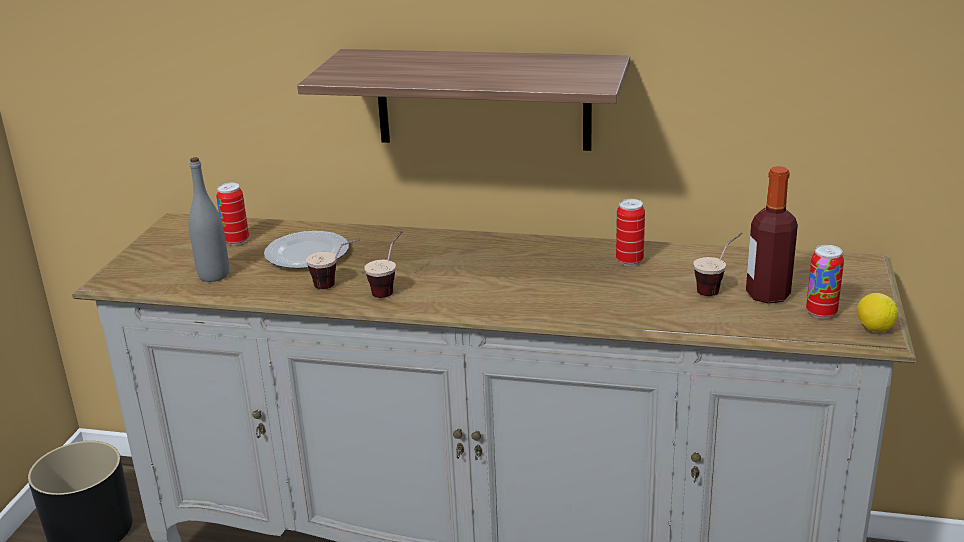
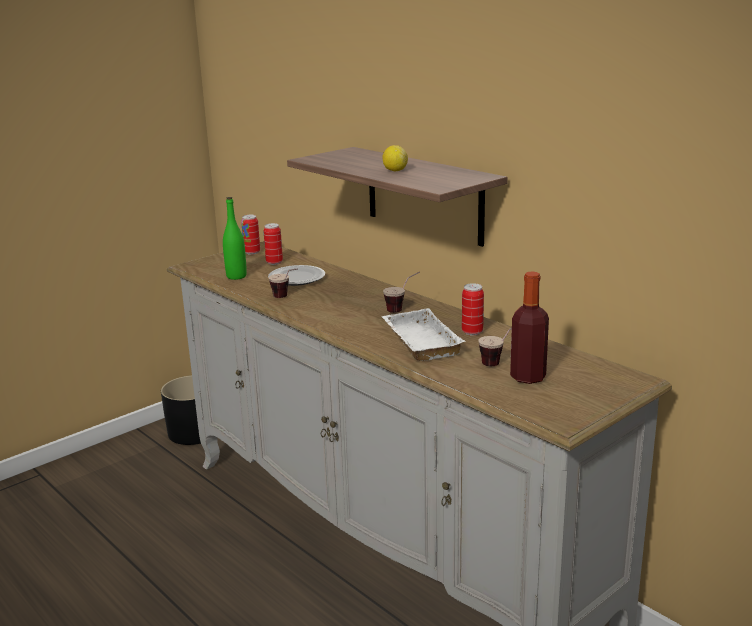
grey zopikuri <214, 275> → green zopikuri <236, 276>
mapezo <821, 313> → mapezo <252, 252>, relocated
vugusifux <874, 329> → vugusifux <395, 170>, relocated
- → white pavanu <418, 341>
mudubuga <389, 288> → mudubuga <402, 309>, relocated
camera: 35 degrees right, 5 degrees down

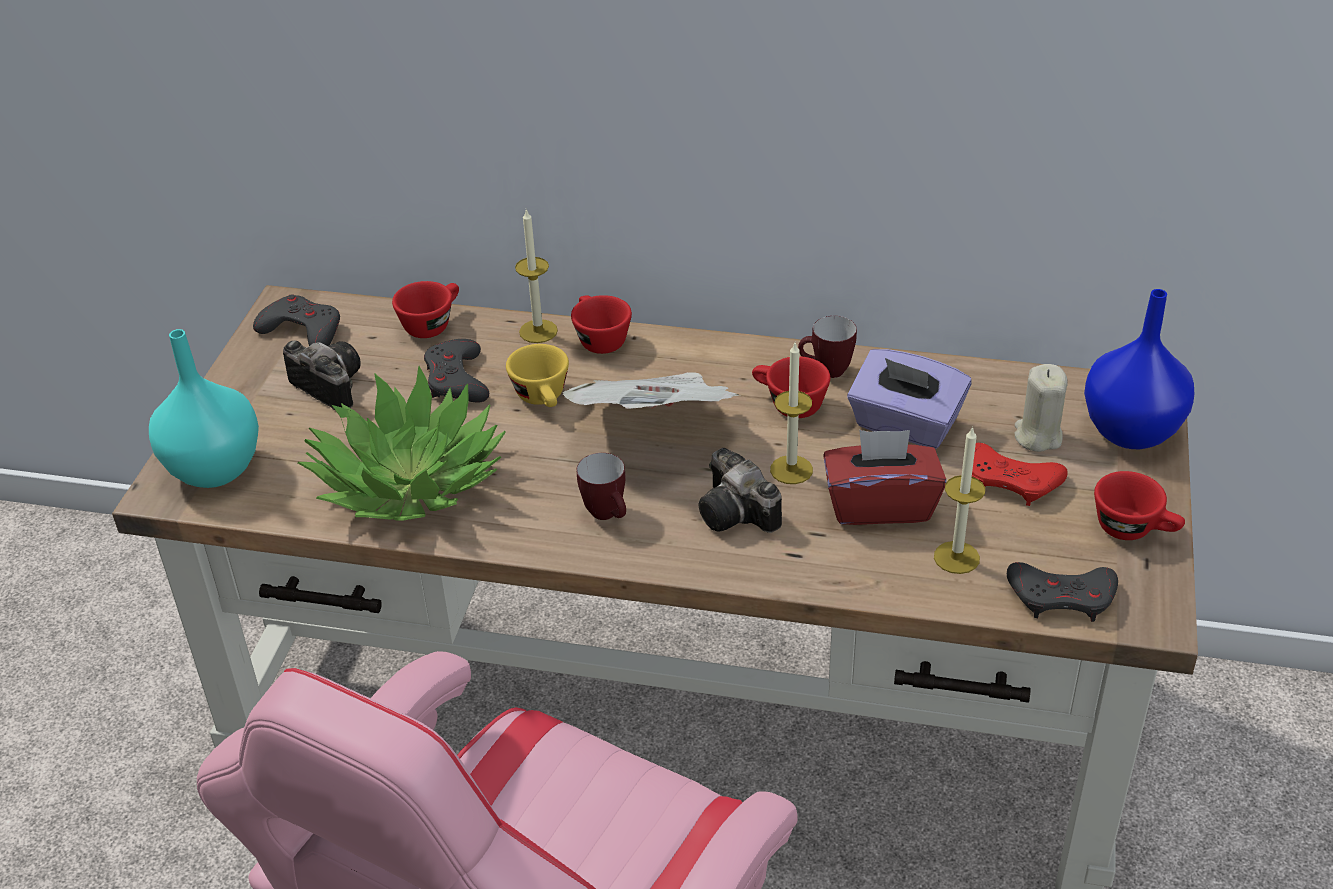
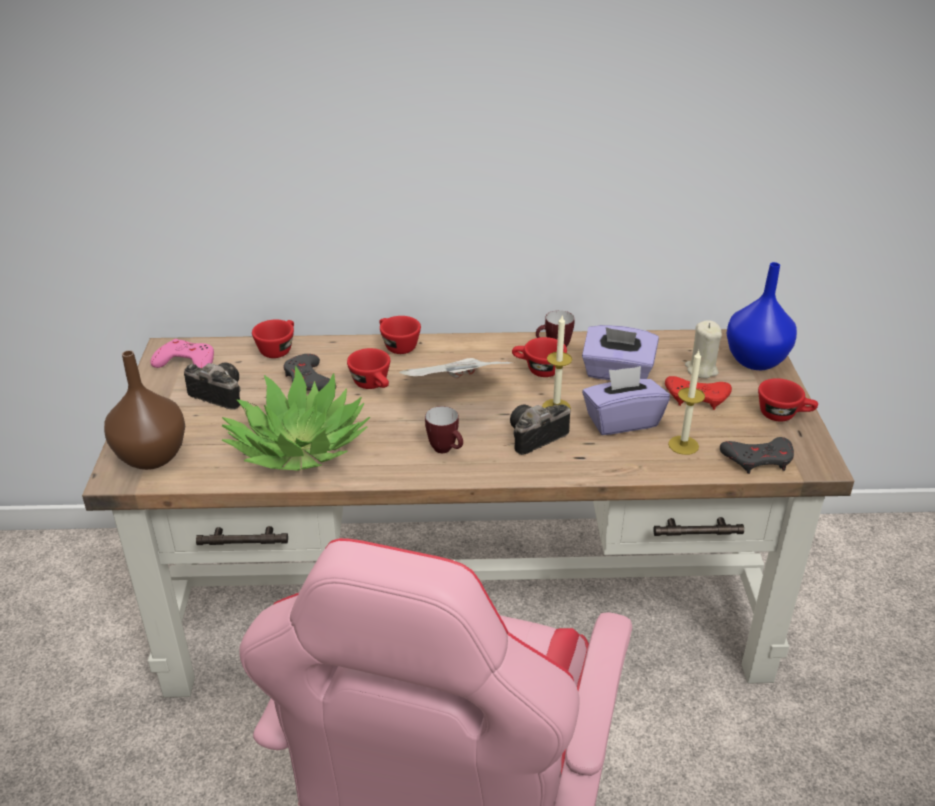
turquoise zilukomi <215, 468> → brown zilukomi <152, 456>
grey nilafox <302, 330> → pink nilafox <186, 362>
yellow mudubuga <544, 399> → red mudubuga <373, 385>
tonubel <739, 514> → tonubel <533, 438>, 105 degrees clockwise
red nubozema <880, 505> → purple nubozema <622, 421>
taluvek <538, 331> → -
camera: 15 degrees left, 5 degrees down

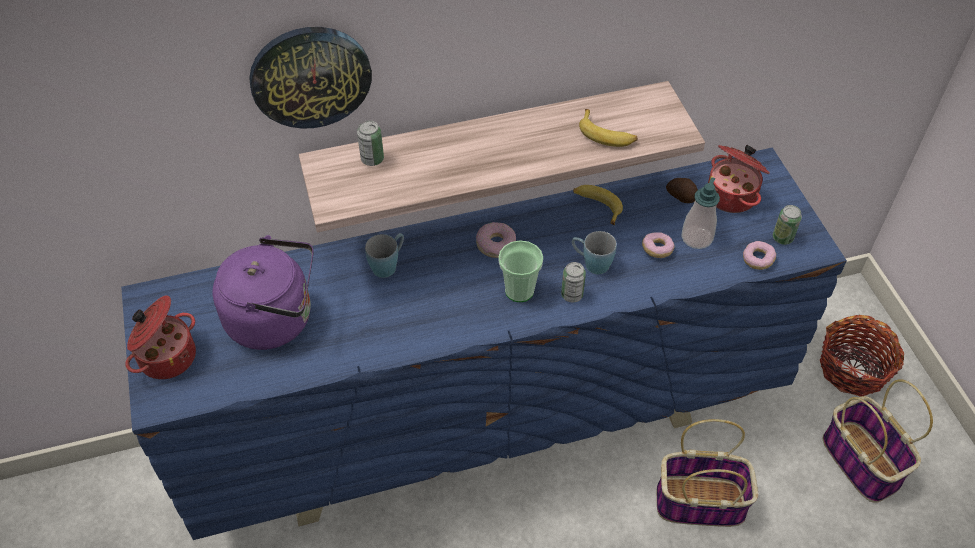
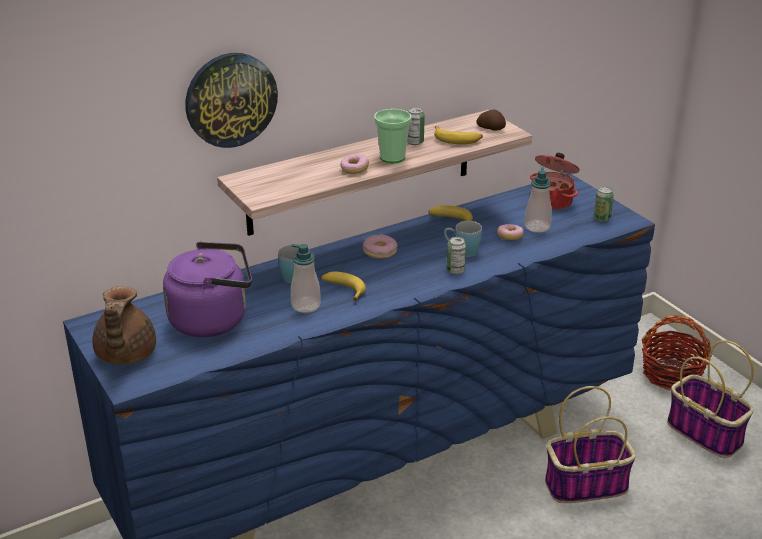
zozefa <166, 356> → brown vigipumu <125, 355>
- → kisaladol <306, 305>
- → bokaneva <343, 289>
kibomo <757, 260> → kibomo <354, 169>, relocated
mudubuga <519, 290> → mudubuga <392, 157>, relocated
mapezo <372, 159> → mapezo <414, 142>, relocated
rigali <681, 196> → rigali <491, 128>, relocated
camera: 15 degrees left, 20 degrees down

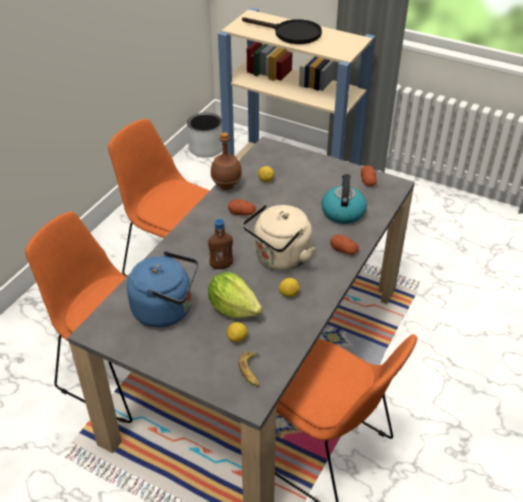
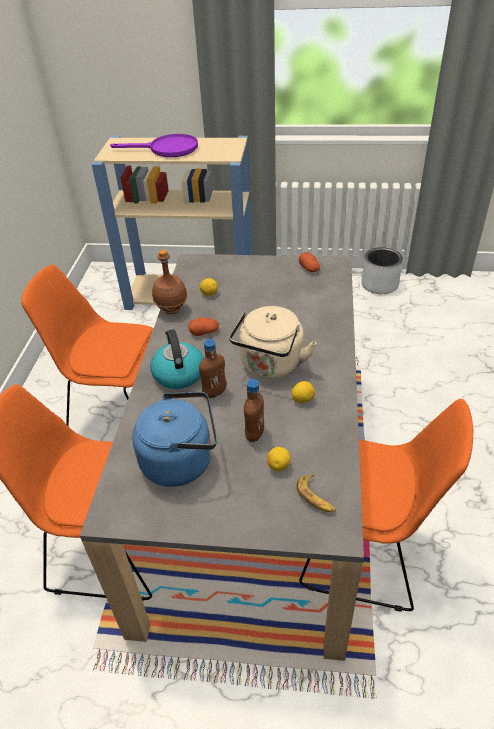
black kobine <291, 34> → purple kobine <167, 149>
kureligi <342, 212> → kureligi <178, 373>, relocated
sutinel <233, 308> → brown zopikuri <254, 434>
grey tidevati <206, 148> → grey tidevati <379, 285>, relocated
rigali <344, 250> → -
camera: 20 degrees left, 0 degrees up

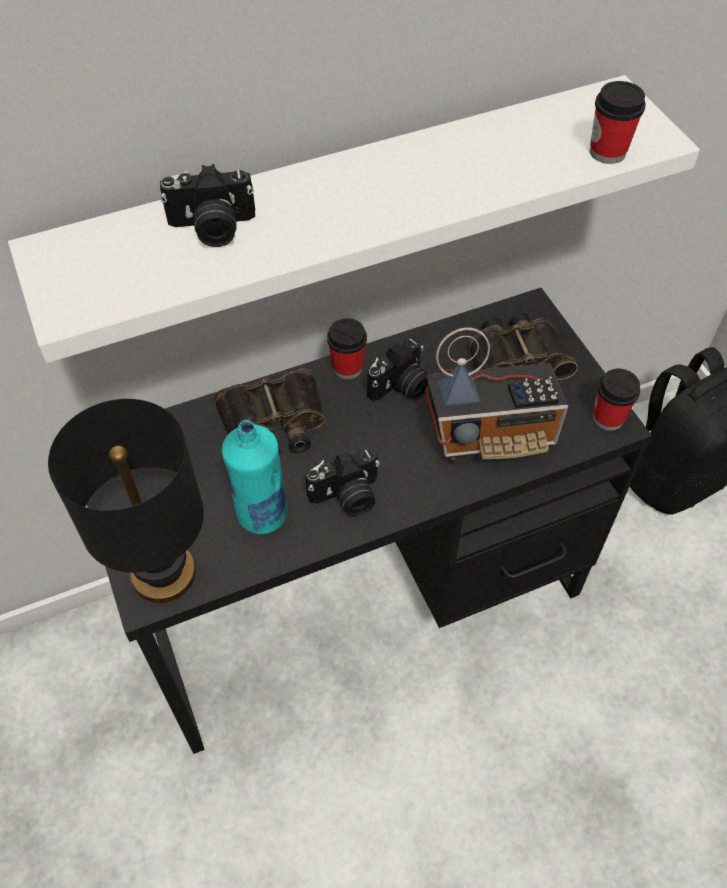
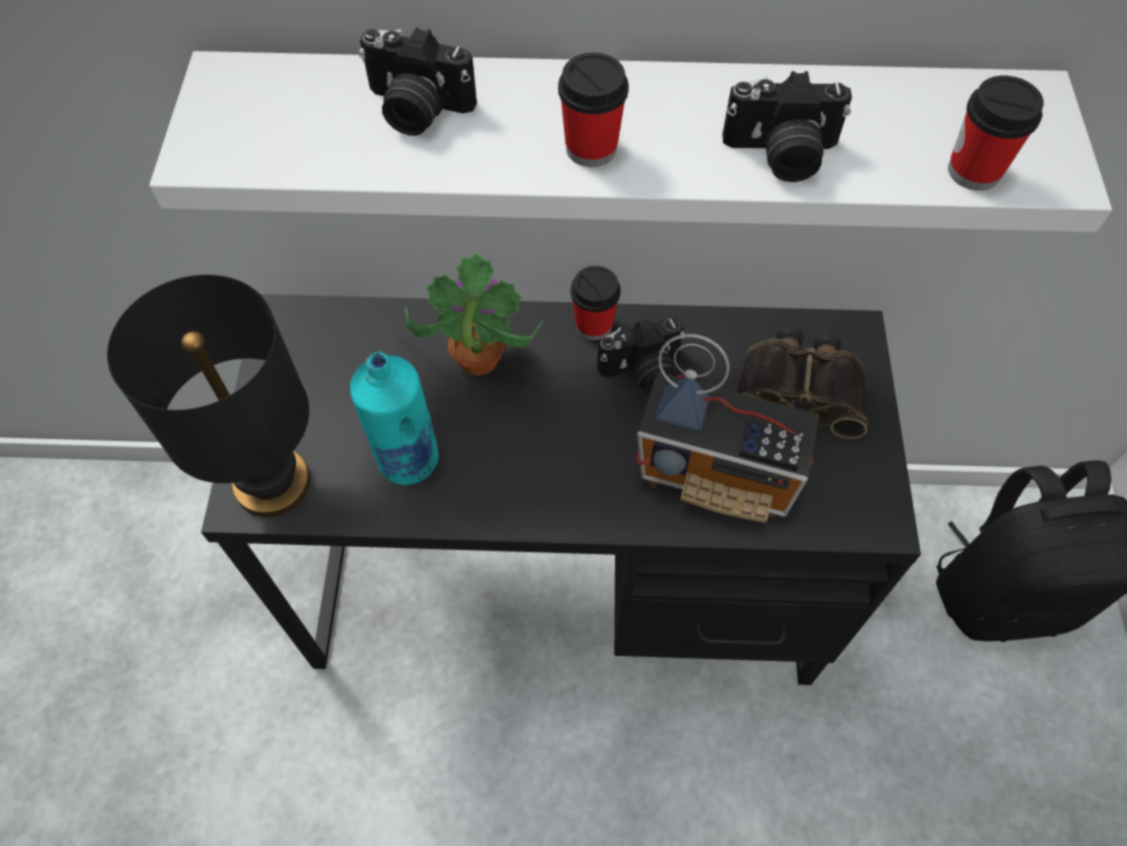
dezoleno <273, 423> → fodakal <476, 359>
mudubuga <608, 418> → mudubuga <591, 148>, relocated
tonubel <347, 497> → tonubel <780, 155>, relocated
camera: 25 degrees right, 5 degrees up

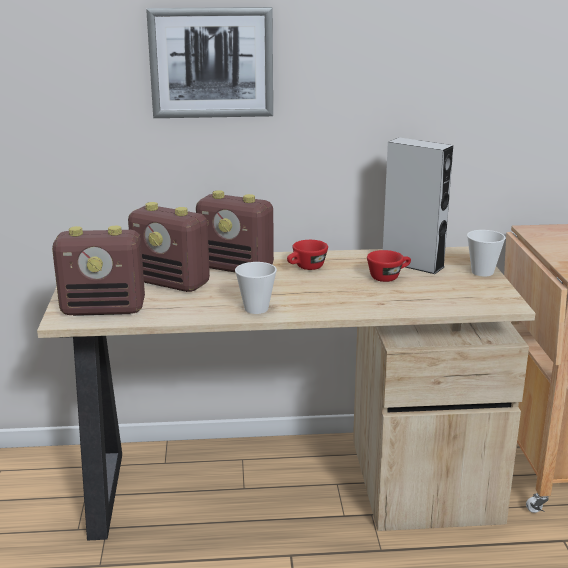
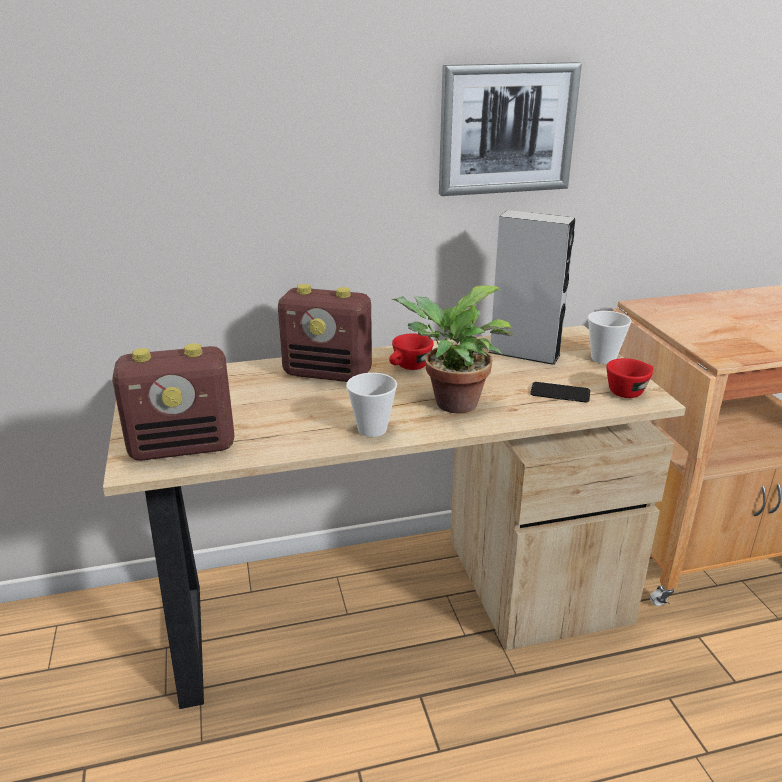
- → fodakal <450, 404>
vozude <211, 62> → vozude <506, 129>, relocated
- → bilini <560, 393>
red mudubuga <388, 277> → red mudubuga <629, 390>, relocated
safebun <172, 283> → -
camera: 10 degrees left, 5 degrees up

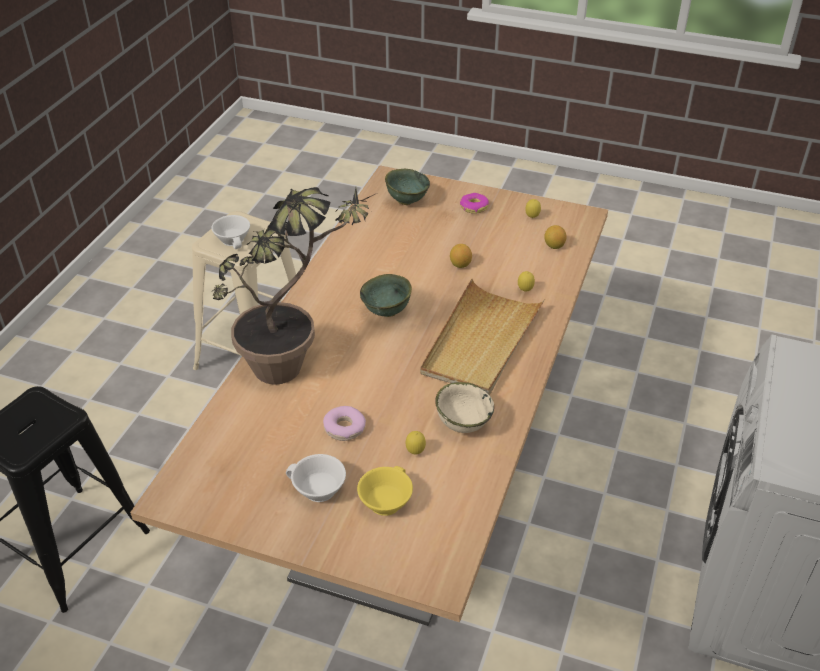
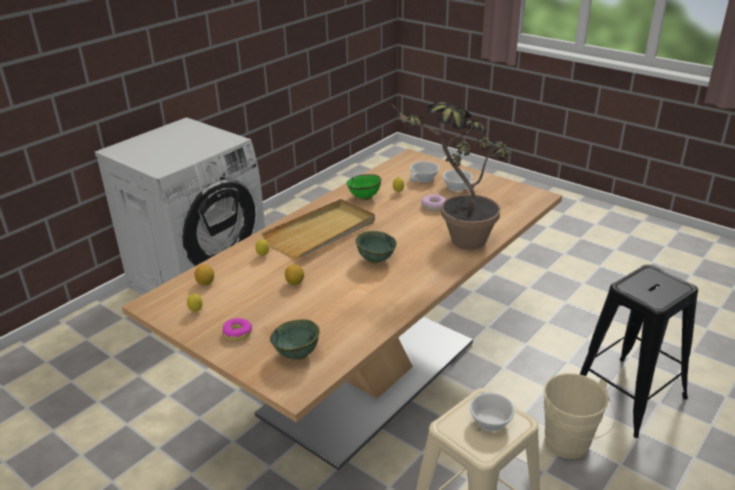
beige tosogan <462, 424> → green tosogan <364, 198>
yellow mudubuga <384, 500> → white mudubuga <424, 179>
- → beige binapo <570, 446>
camera: 160 degrees left, 10 degrees down

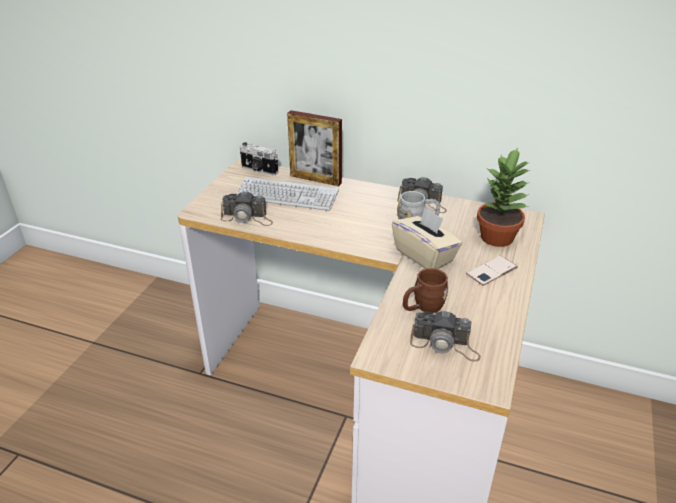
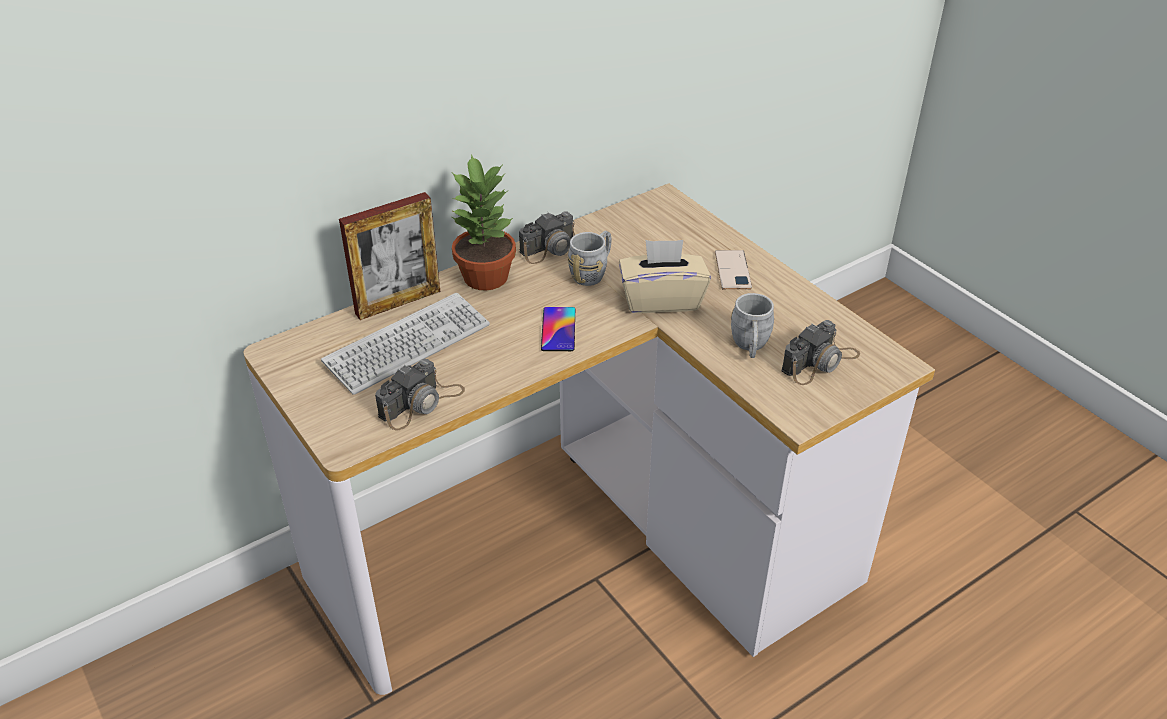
fodakal <498, 237> → fodakal <487, 276>, relocated
- → bilini <558, 329>
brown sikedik <423, 307> → grey sikedik <750, 347>
tonubel <259, 170> → -
camera: 55 degrees left, 5 degrees up

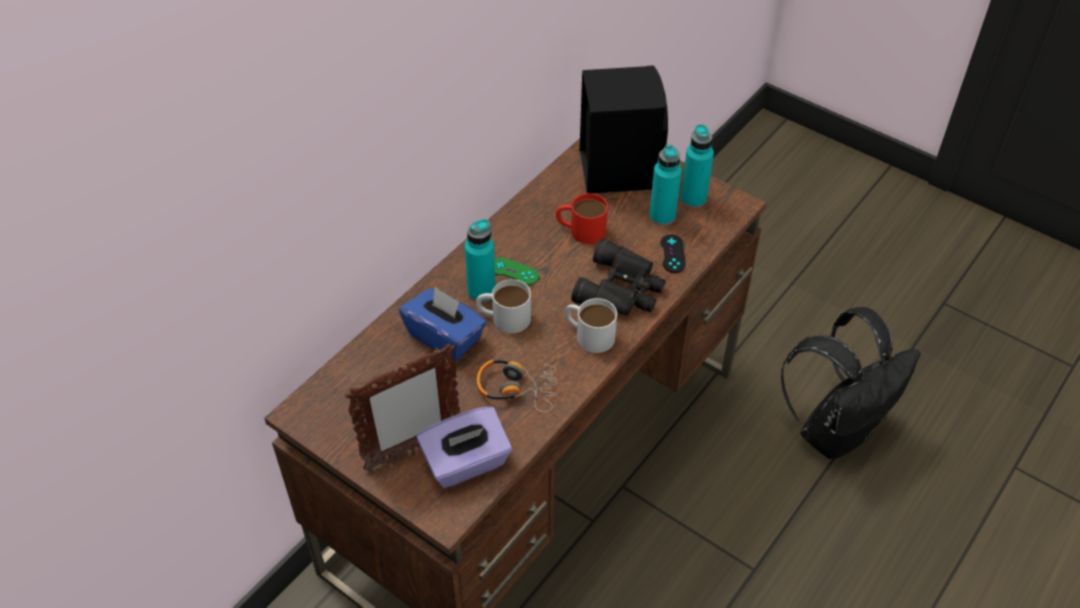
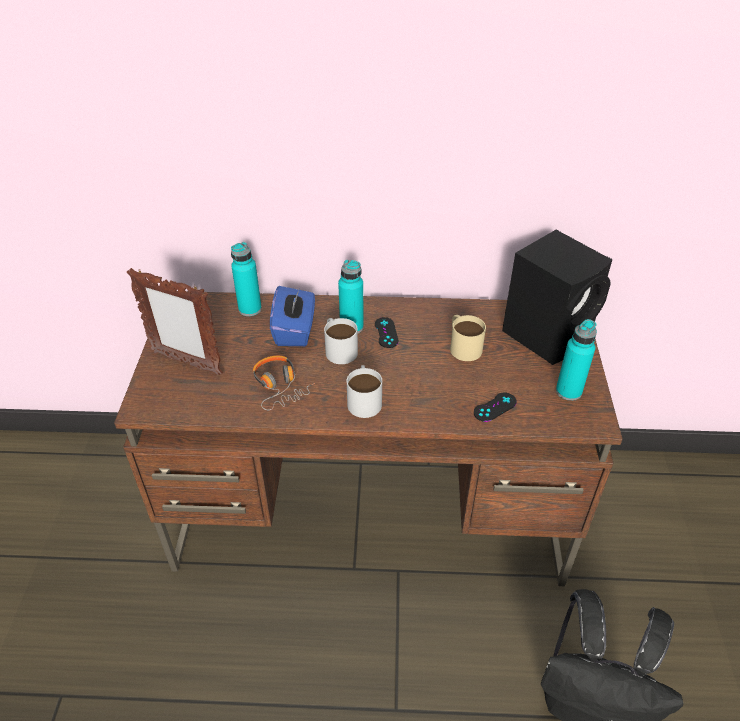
turquoise zopikuri <662, 216> → turquoise zopikuri <250, 309>, relocated
green nilafox <514, 271> → black nilafox <386, 332>
red sikedik <581, 230> → beige sikedik <462, 345>
purple nubozema <466, 463> → -
black dezoleno <622, 289> → -
camera: 55 degrees right, 5 degrees down

